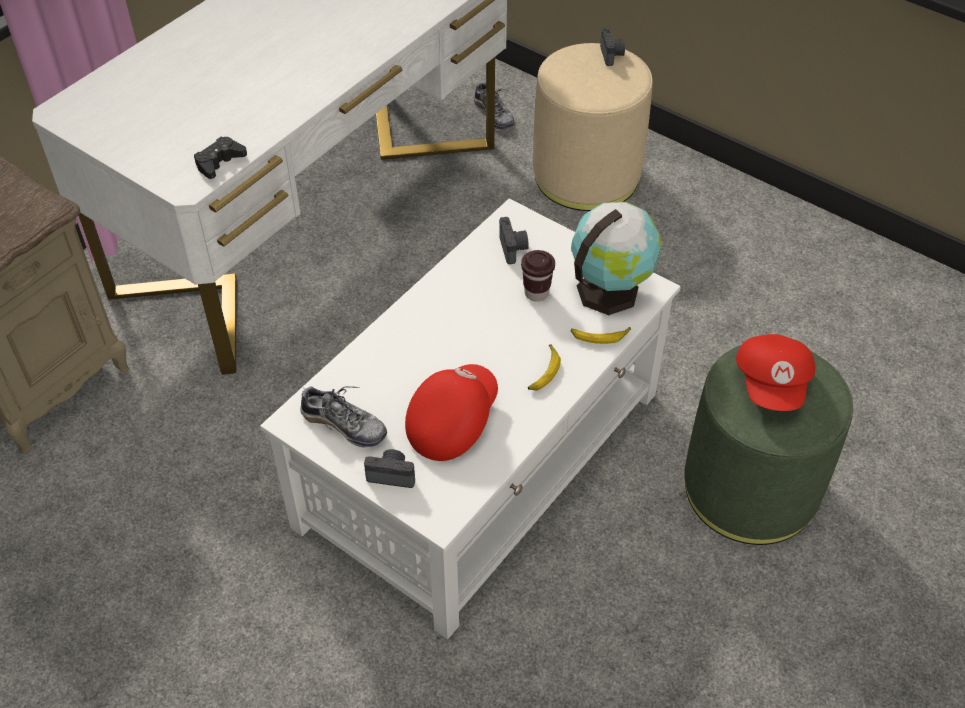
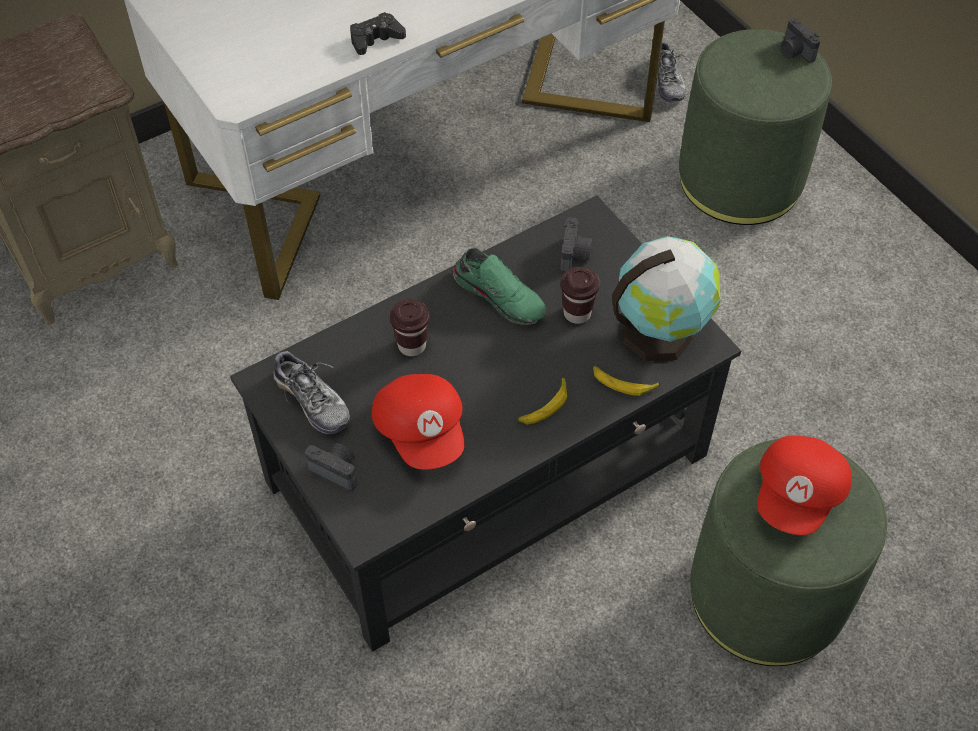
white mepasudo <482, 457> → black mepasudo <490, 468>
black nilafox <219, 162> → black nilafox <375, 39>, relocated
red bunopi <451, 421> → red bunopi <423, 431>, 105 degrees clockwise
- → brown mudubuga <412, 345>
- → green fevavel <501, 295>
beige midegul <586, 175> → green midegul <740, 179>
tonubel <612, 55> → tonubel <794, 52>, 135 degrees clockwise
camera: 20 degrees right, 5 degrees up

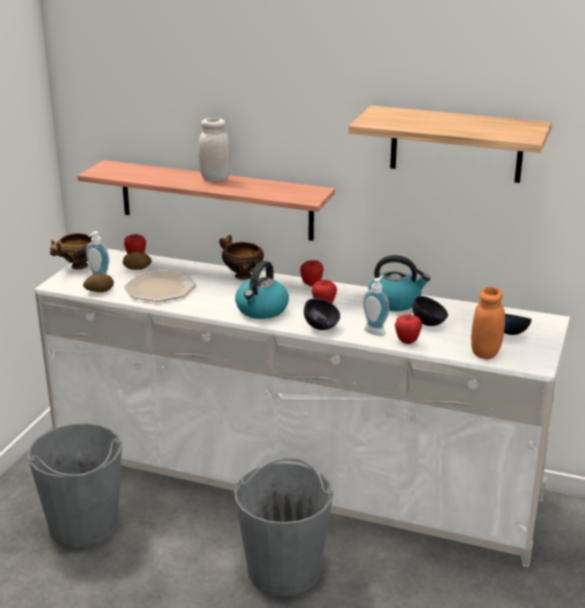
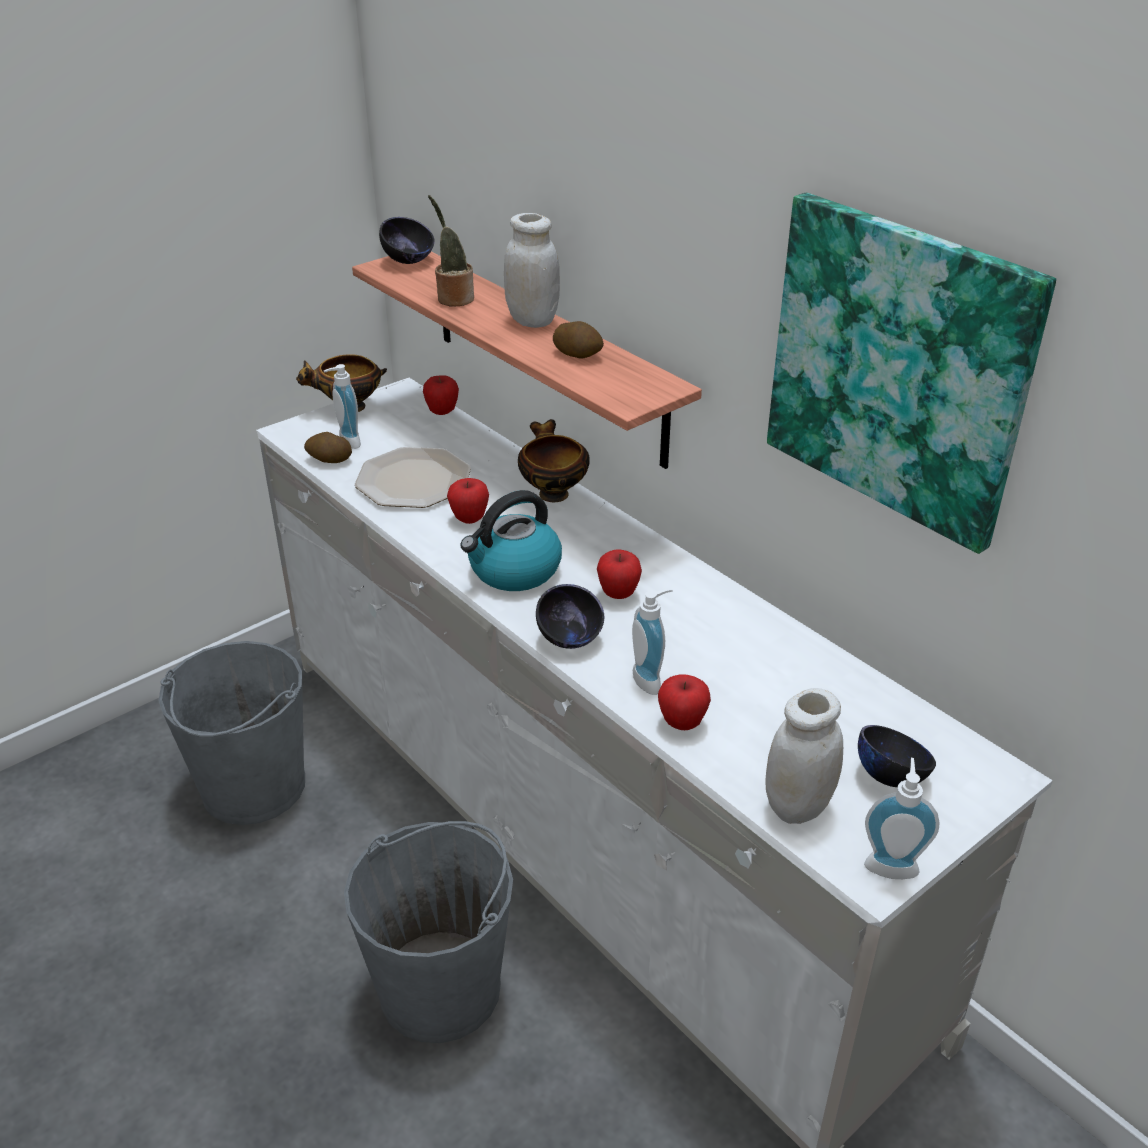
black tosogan <429, 323> → black tosogan <408, 261>, relocated
- → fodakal <453, 298>
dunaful <311, 284> → dunaful <469, 519>, relocated
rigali <137, 268> → rigali <578, 354>, relocated
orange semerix <485, 353> → white semerix <798, 806>
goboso <456, 144> → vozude <899, 368>
- → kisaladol <891, 863>
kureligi <395, 302> → -
camera: 30 degrees right, 10 degrees up

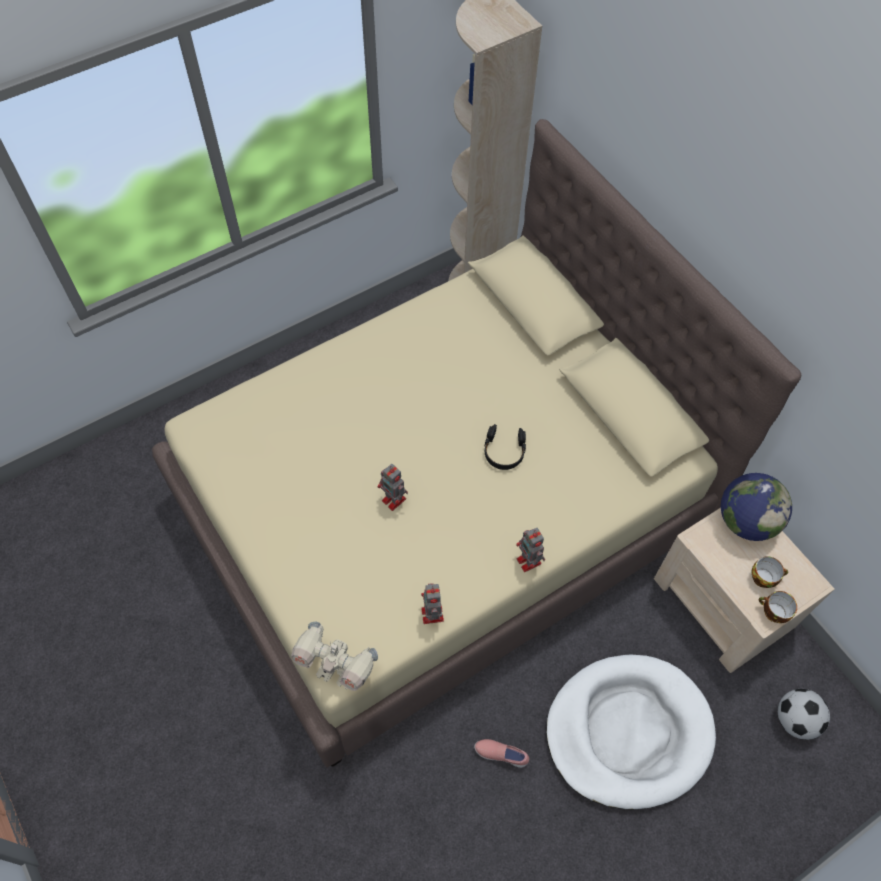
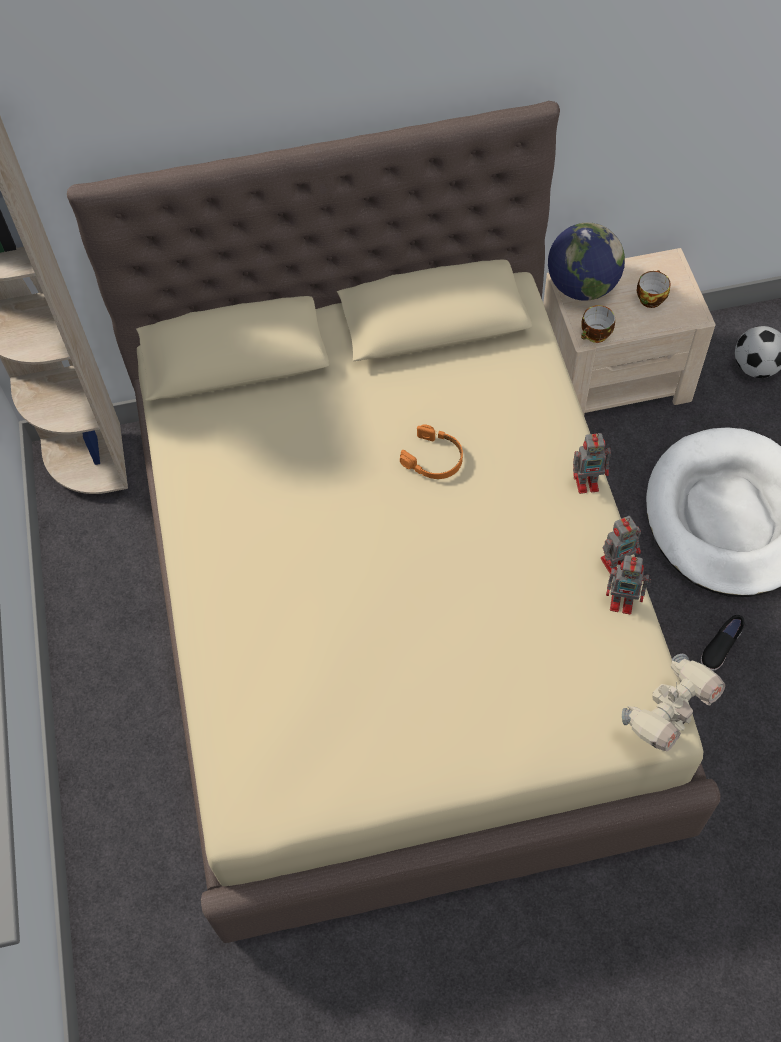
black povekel <504, 451> → orange povekel <434, 459>
mudubuga <773, 612> → mudubuga <595, 335>, relocated
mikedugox <394, 500> → mikedugox <616, 563>, relocated
pink fevavel <501, 754> → black fevavel <719, 647>
camera: 65 degrees left, 0 degrees up

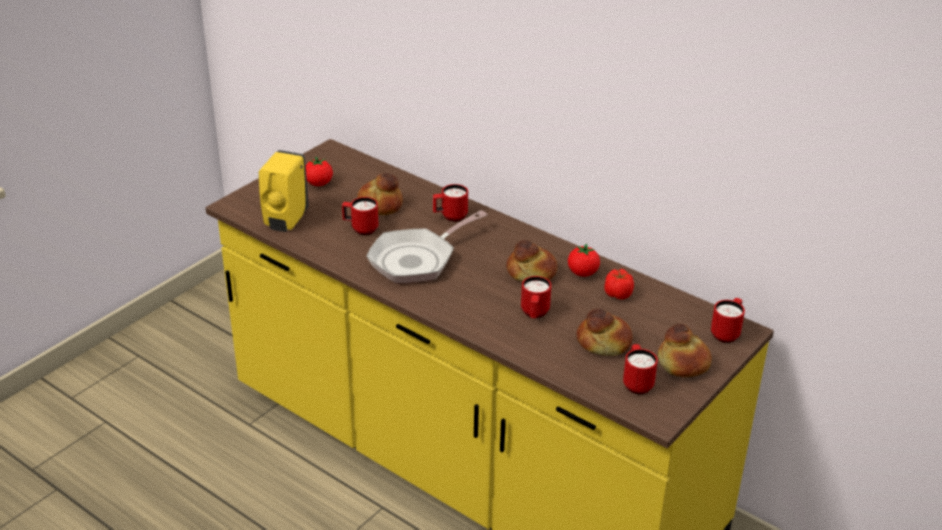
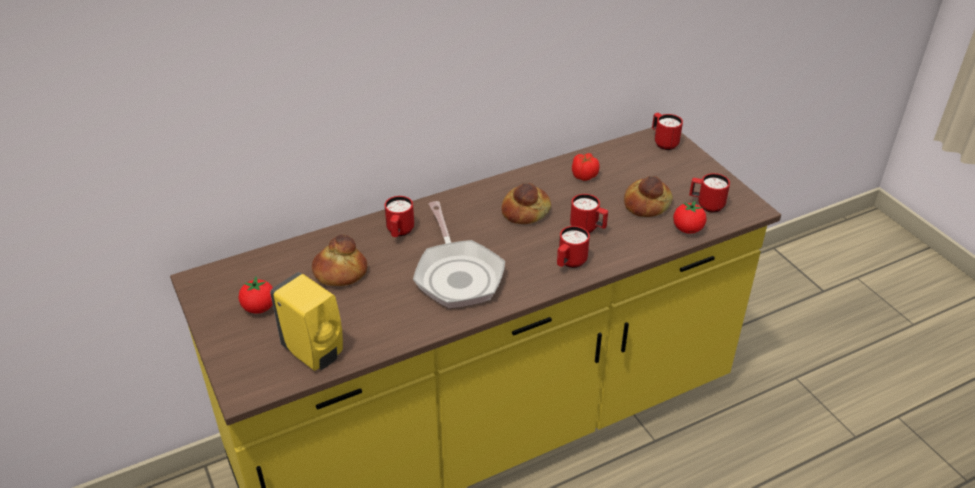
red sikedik <360, 229> → red sikedik <569, 263>, relocated
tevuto <582, 273> → tevuto <687, 229>, relocated
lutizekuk <682, 363> → -
camera: 65 degrees left, 5 degrees up

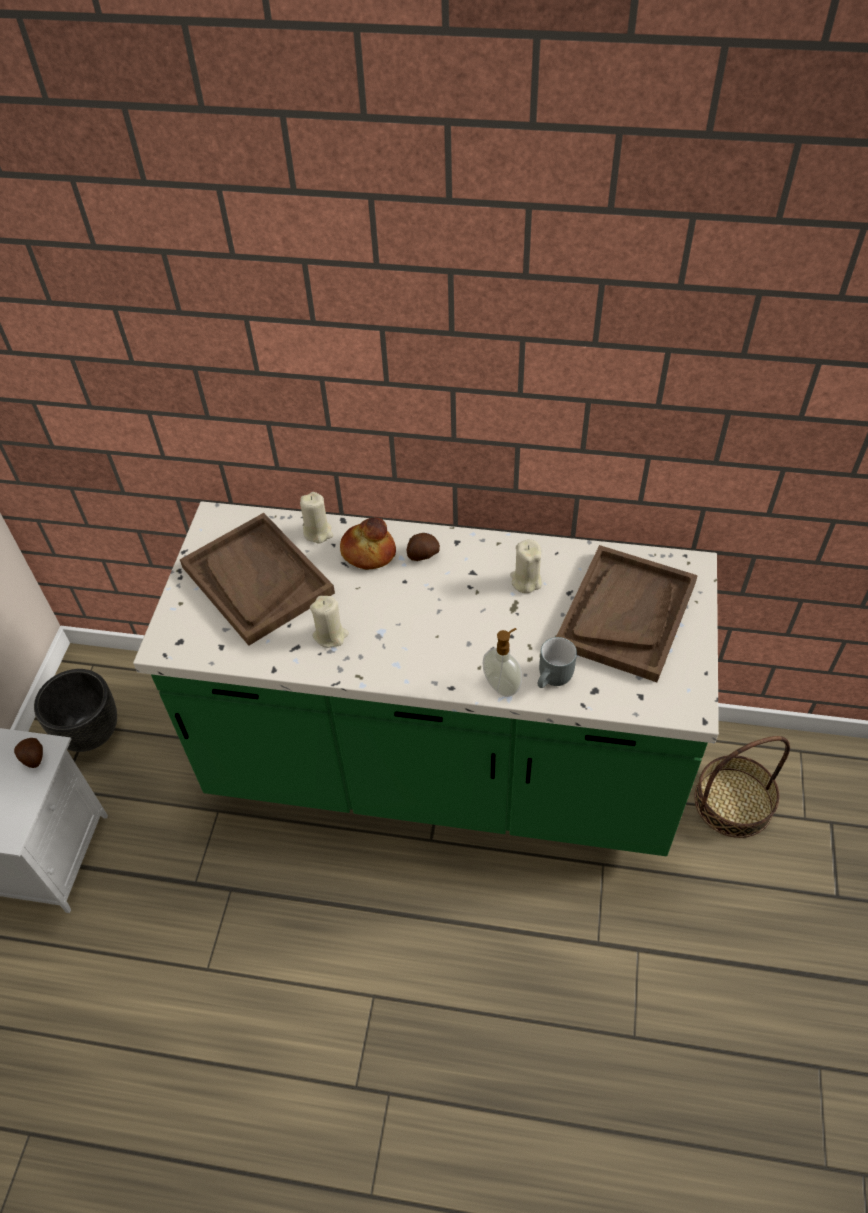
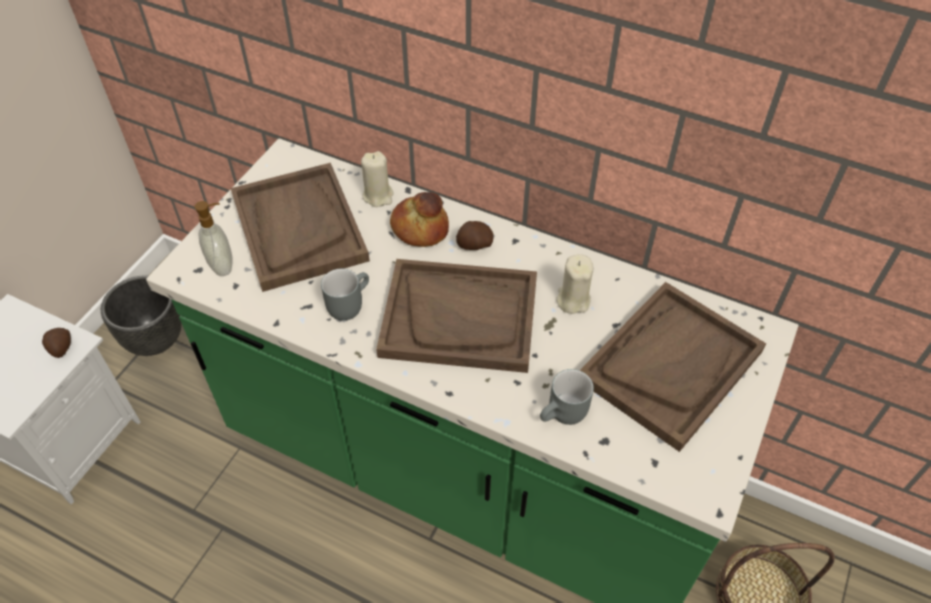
kisaladol <502, 685> → kisaladol <223, 265>, relocated
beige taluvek <330, 635> → grey sikedik <347, 303>
- → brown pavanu <460, 317>
camera: 15 degrees right, 0 degrees up

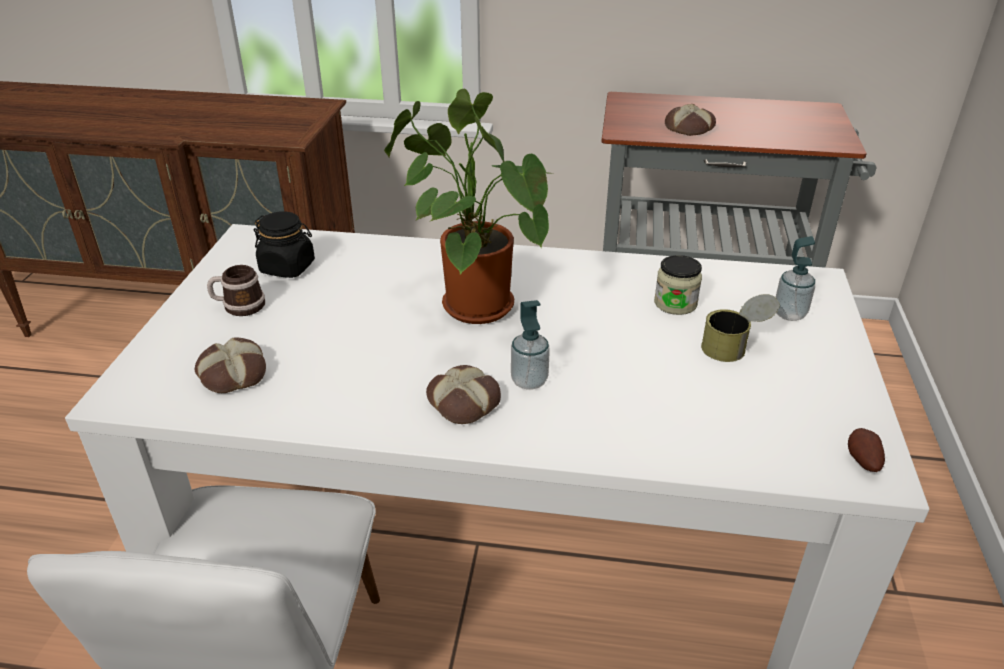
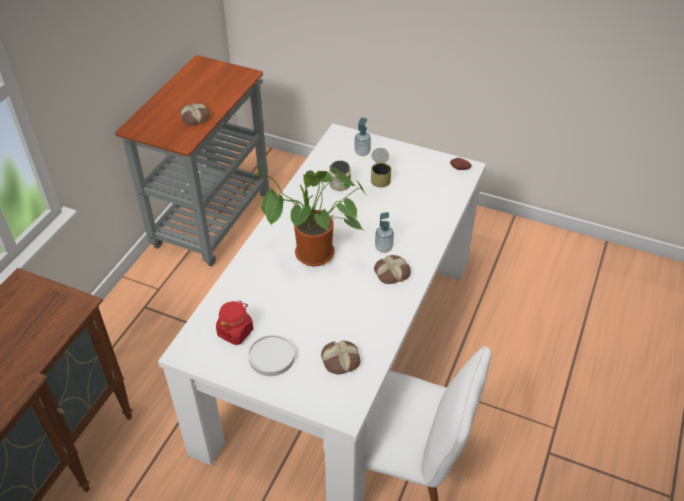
black semerix <288, 267> → red semerix <235, 332>
sikedik <238, 306> → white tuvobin <272, 357>
camera: 75 degrees left, 10 degrees up

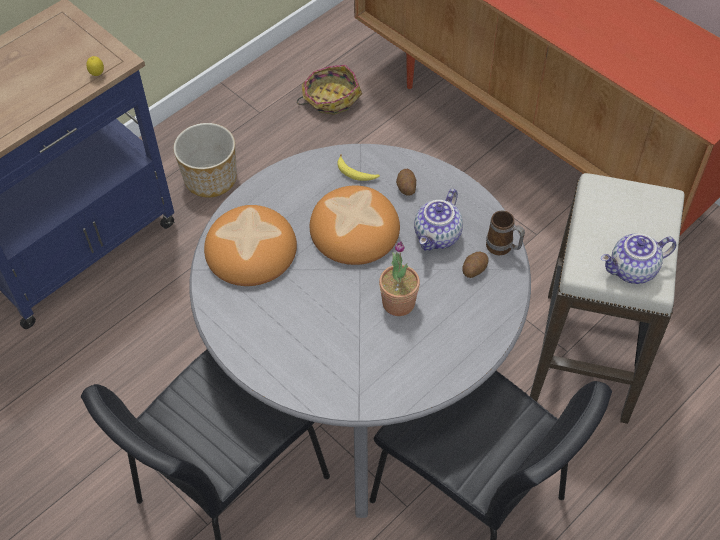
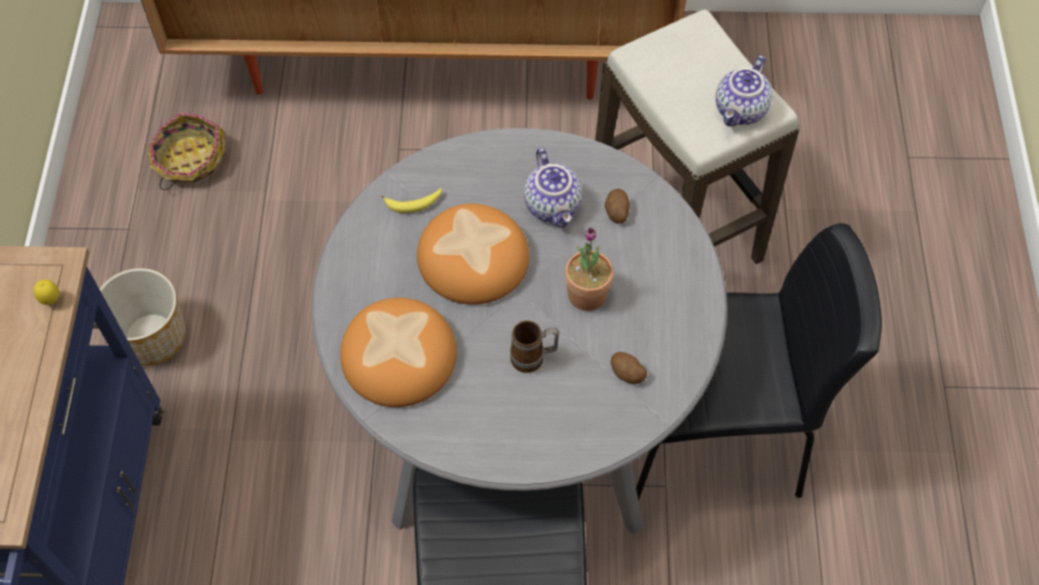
sikedik <503, 248> → sikedik <534, 358>, relocated
rigali <406, 187> → rigali <626, 373>, relocated
camera: 45 degrees left, 5 degrees up

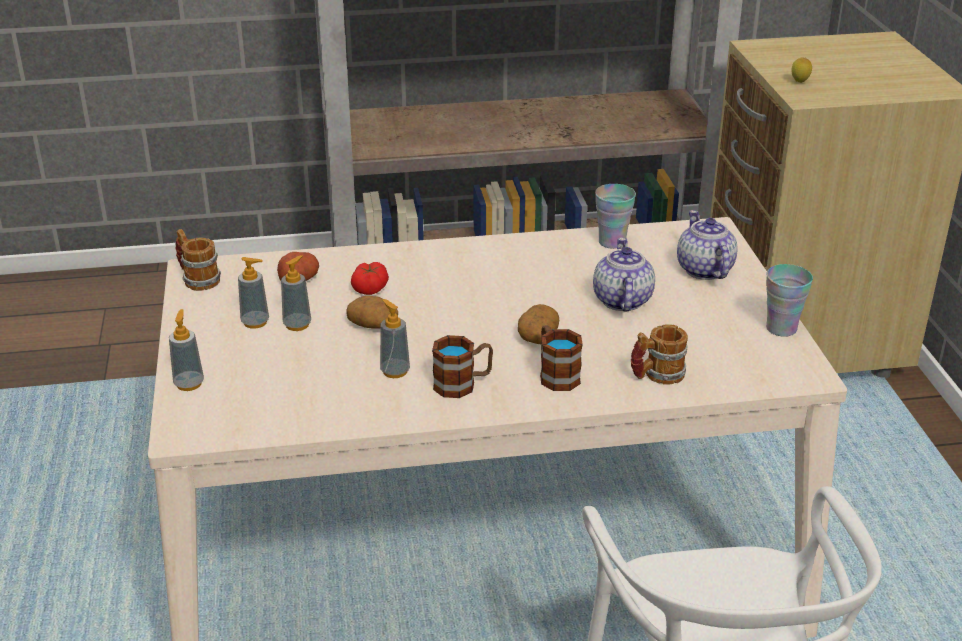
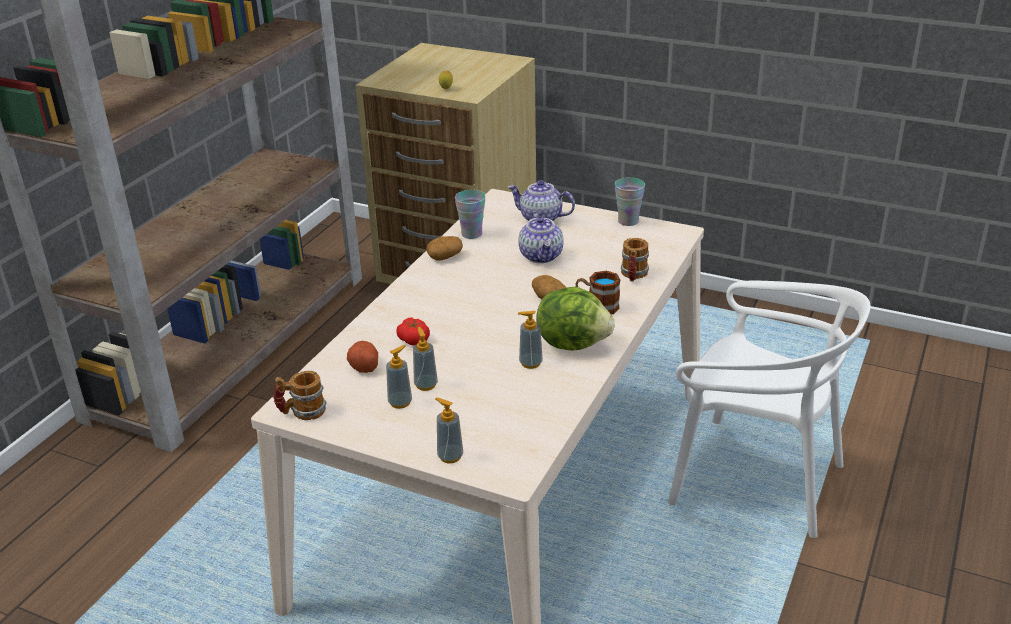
rigali <373, 324> → rigali <445, 256>, relocated
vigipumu <621, 300> → vigipumu <541, 256>, 135 degrees counterclockwise
sikedik <463, 384> → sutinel <573, 342>
camera: 55 degrees left, 0 degrees up

